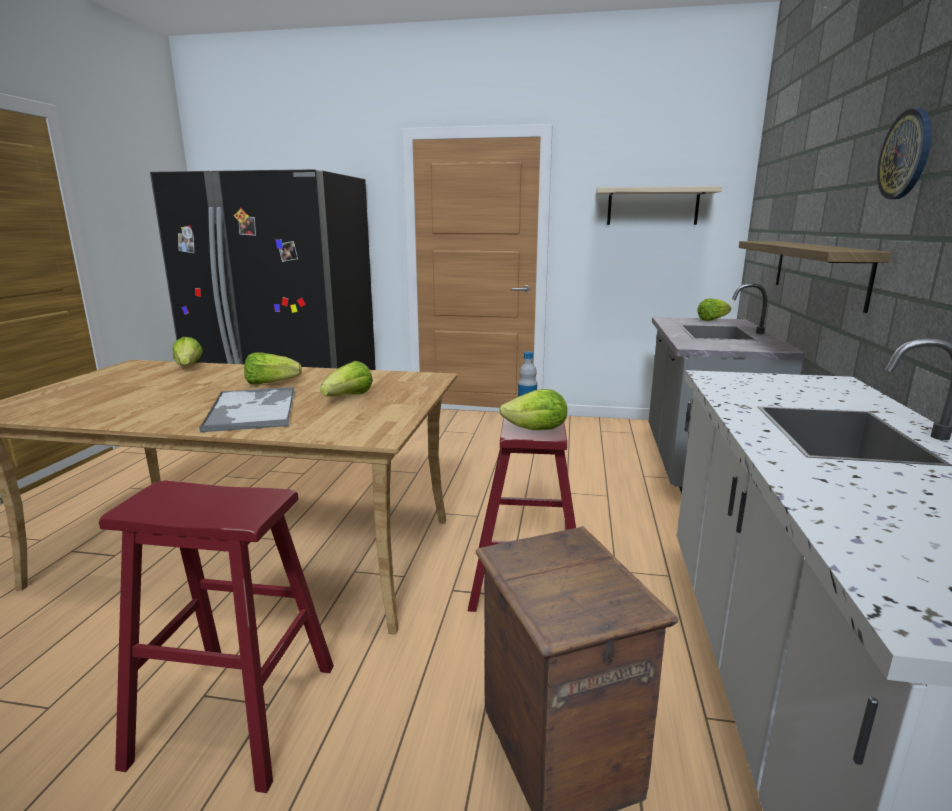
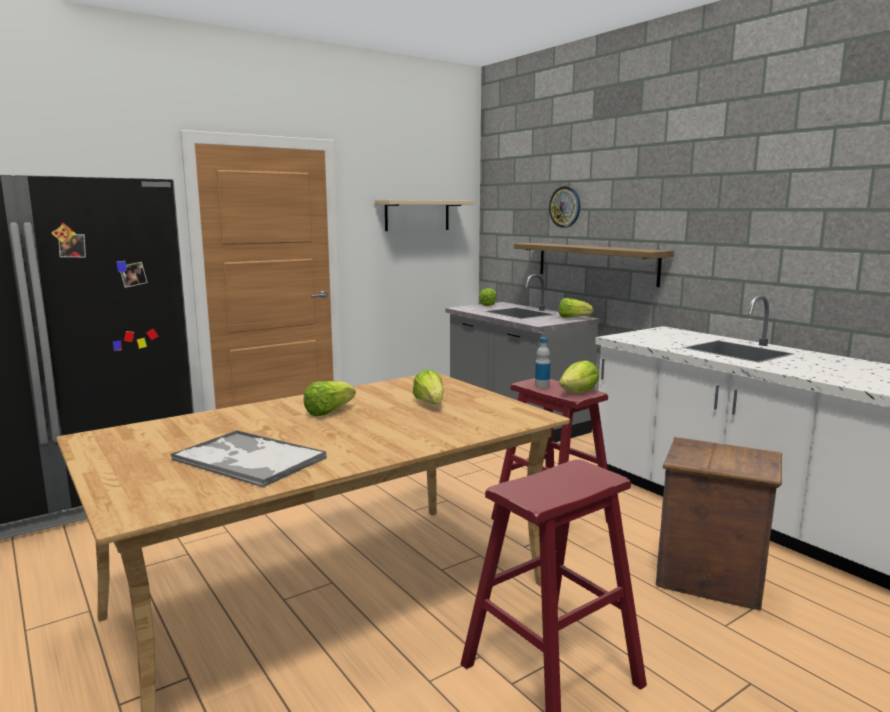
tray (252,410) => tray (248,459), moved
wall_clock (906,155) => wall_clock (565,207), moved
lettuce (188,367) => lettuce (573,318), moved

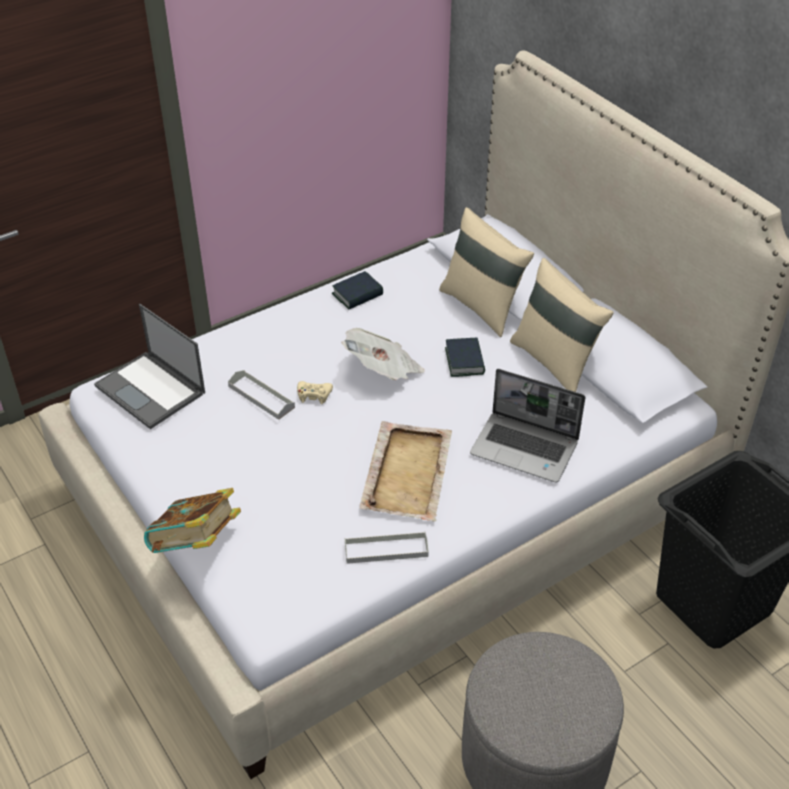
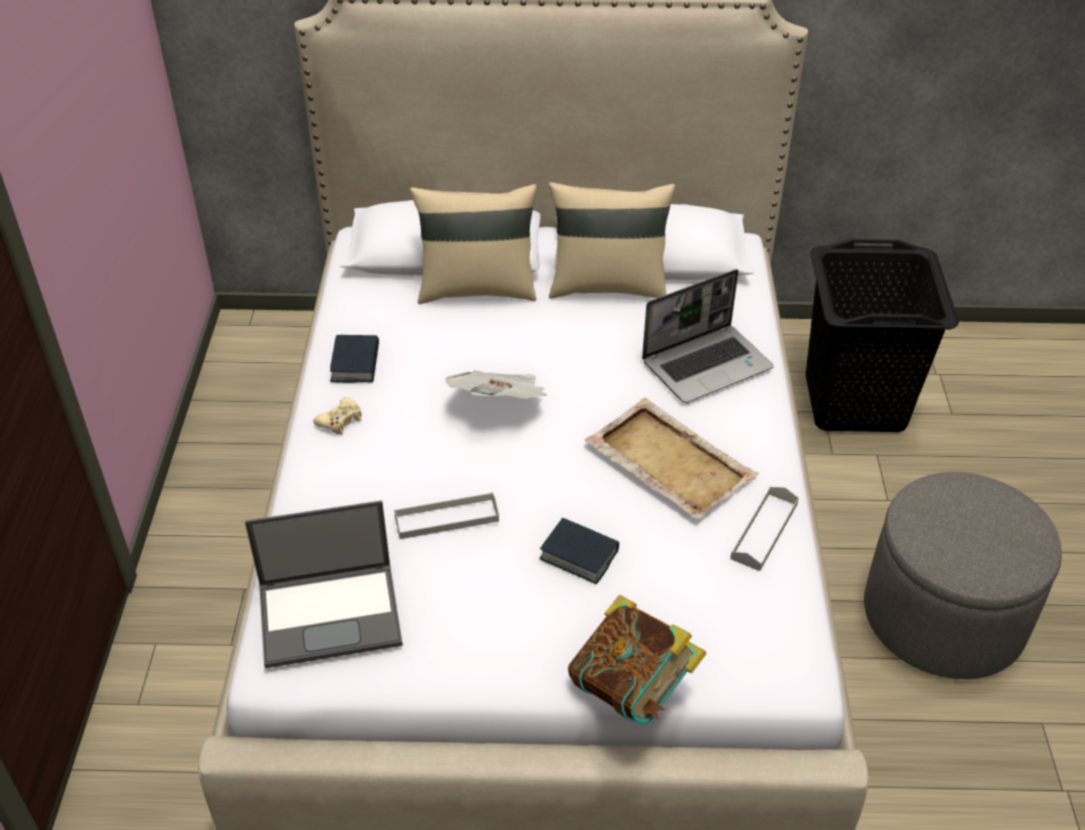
beige_game_controller (314,395) => beige_game_controller (340,421), moved
book (464,361) => book (579,555), moved

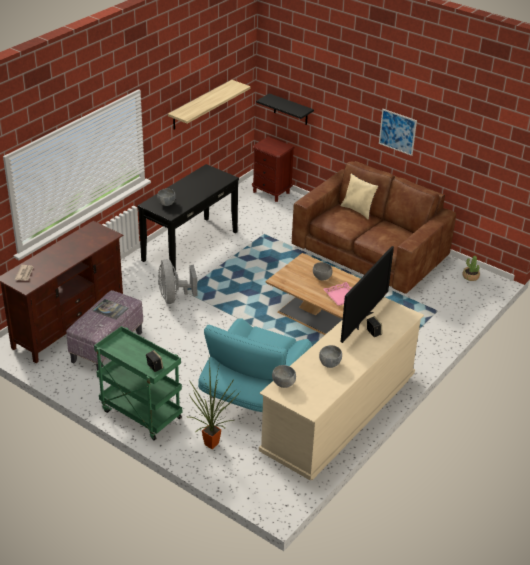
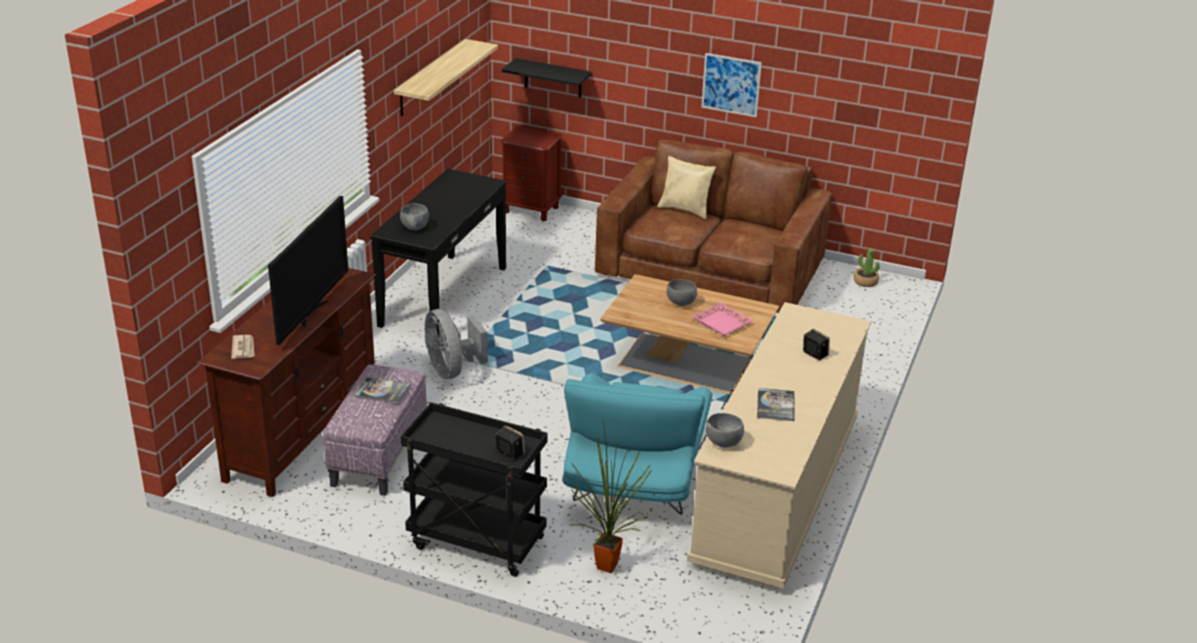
television (362,319) => television (311,312), moved
green_cart (140,414) => black_cart (475,543)
grey_bowl (329,364) => book (775,405)

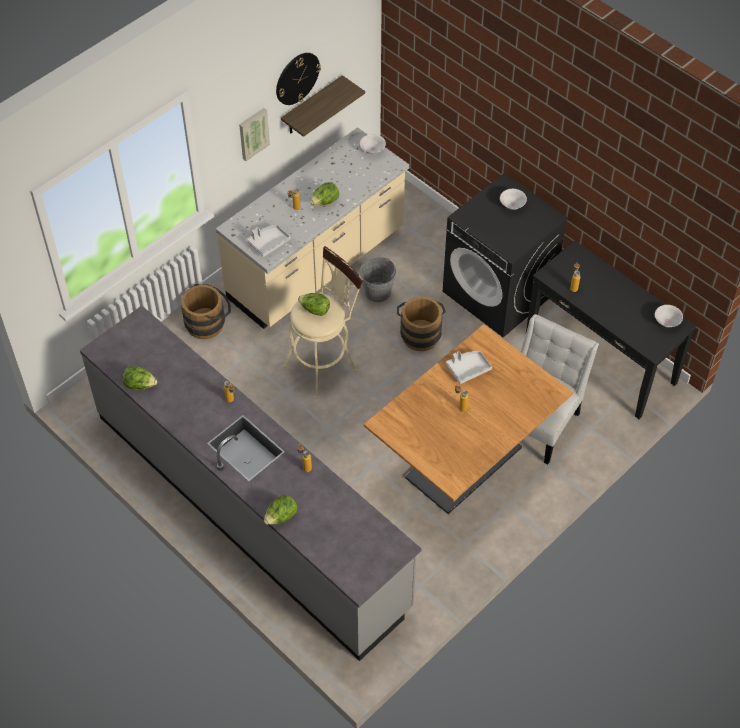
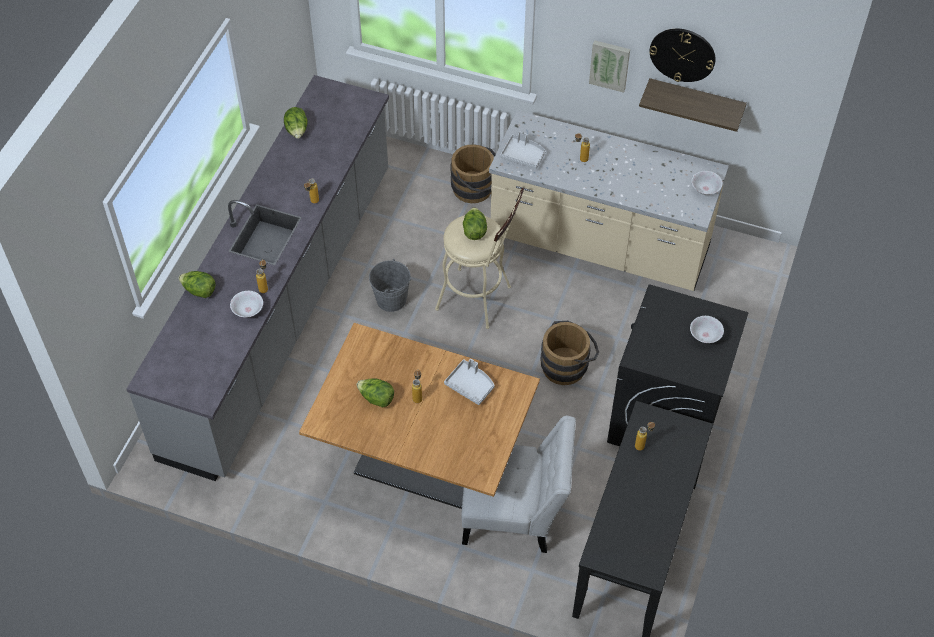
white_bowl (667,322) => white_bowl (248,311), moved
lettuce (325,202) => lettuce (376,398), moved
grey_bucket (377,292) => grey_bucket (391,299), moved

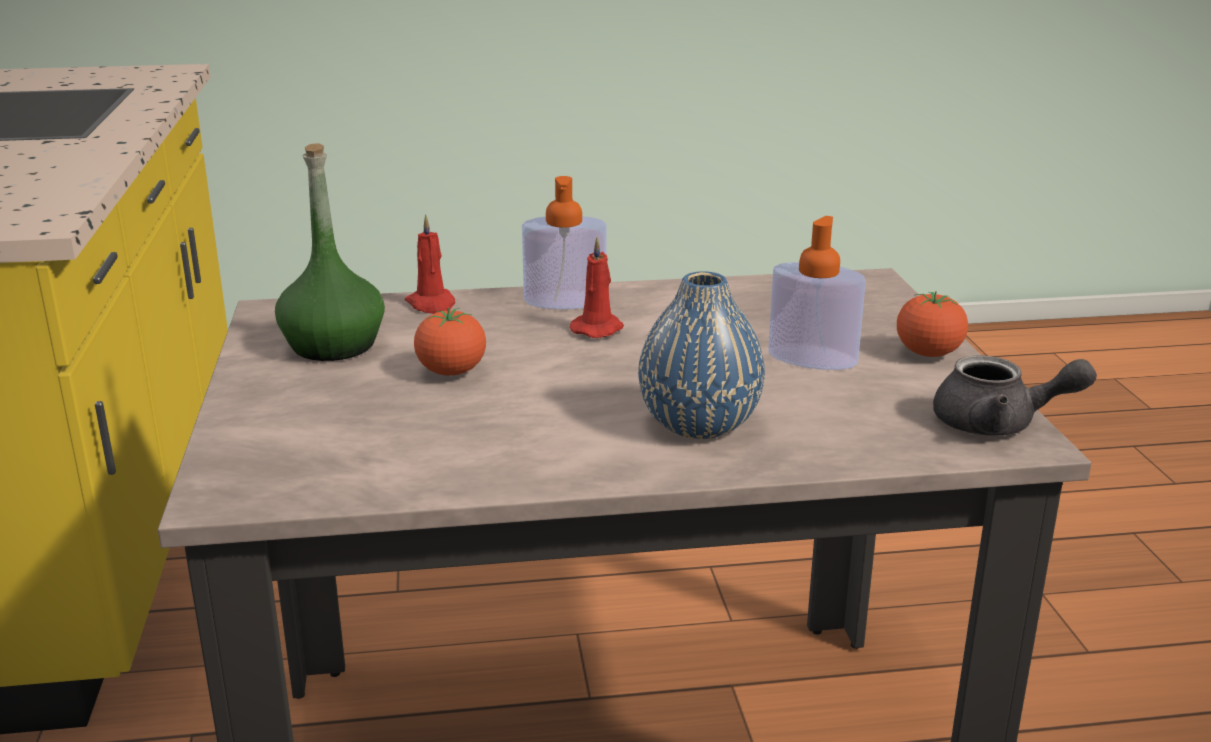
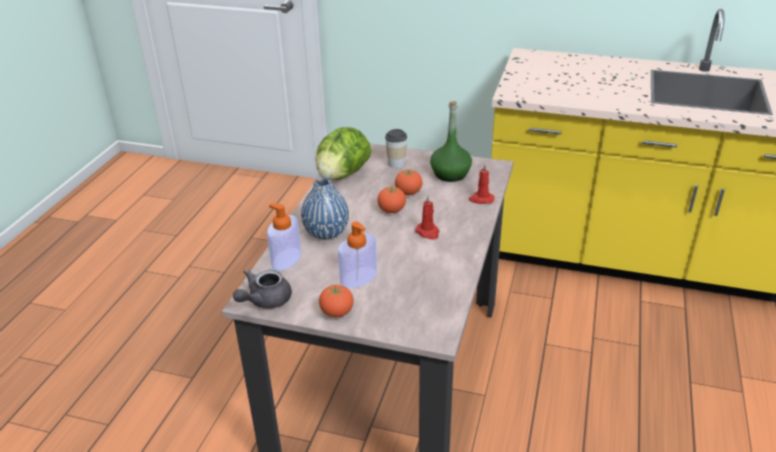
soap_dispenser (565,301) => soap_dispenser (286,259), moved
nothing => lettuce (342,175)
nothing => tomato (391,210)
nothing => cup (396,164)

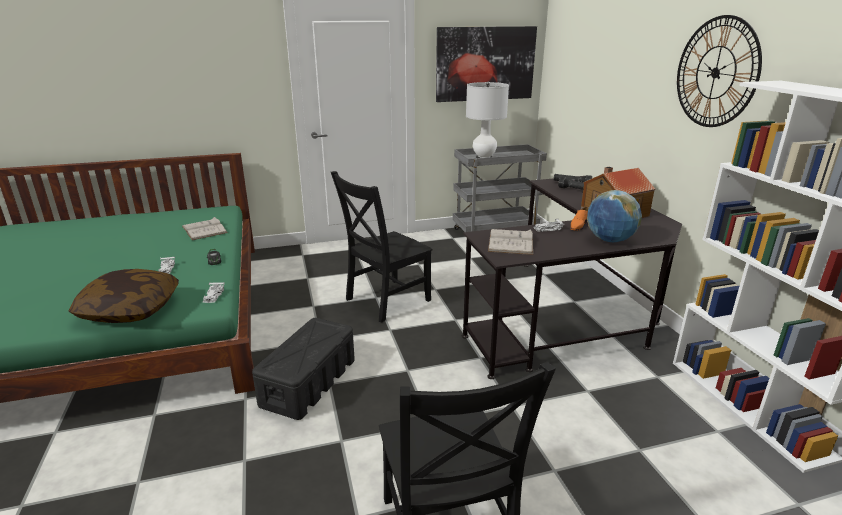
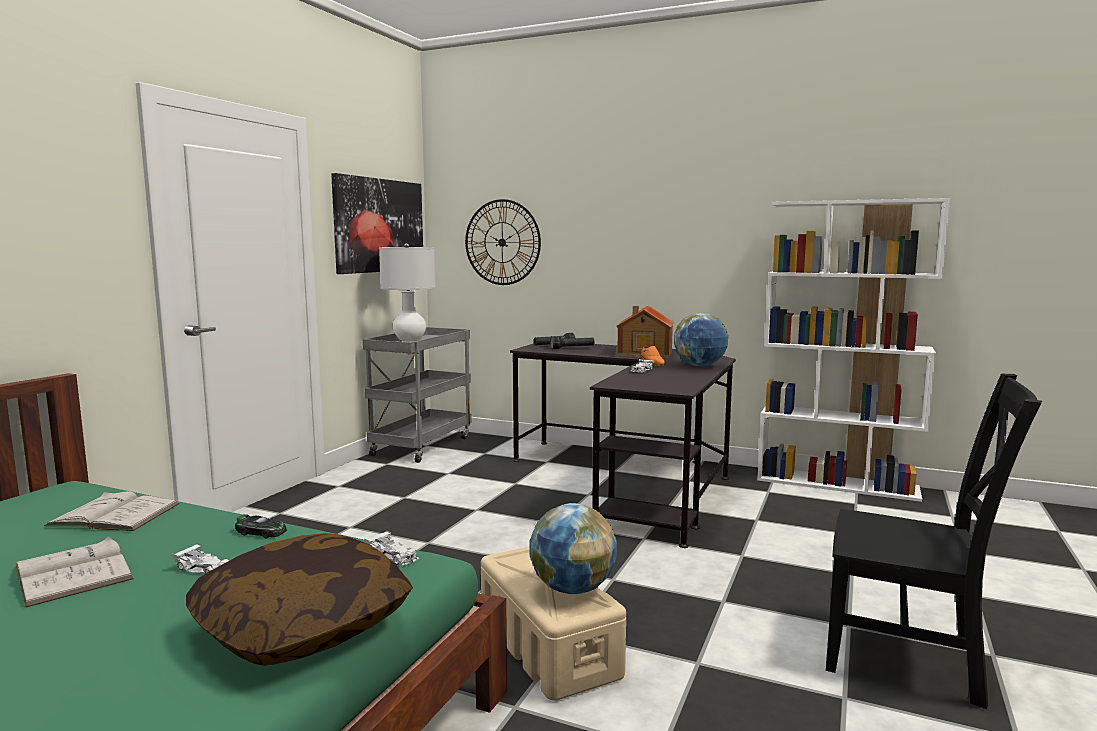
white_book (511,242) => white_book (73,572), moved
wall_clock (715,72) => wall_clock (502,242), moved
black_storage_box (309,382) => beige_storage_box (547,645)
nothing => globe (572,589)
black_chair (385,301) => nothing

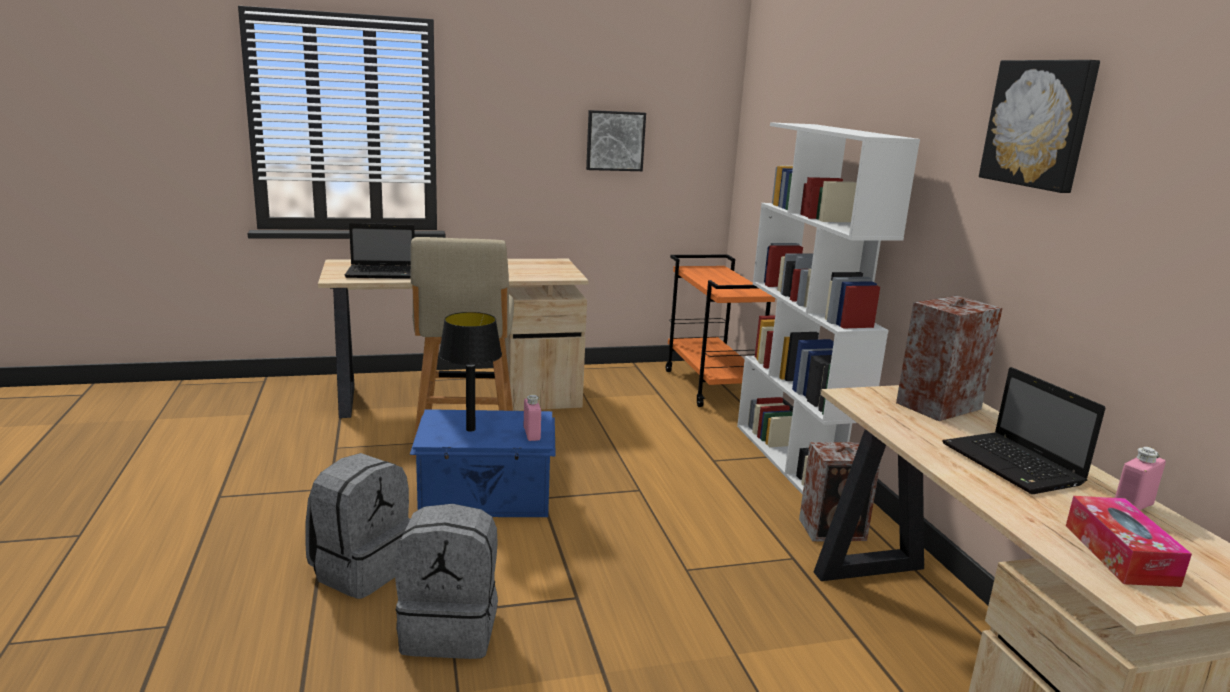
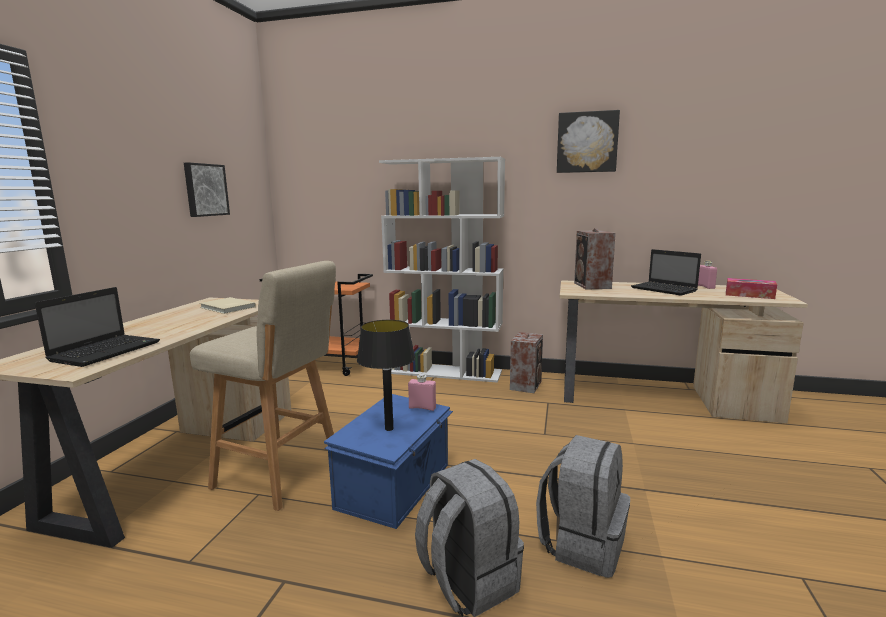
nothing => beige_book (227,307)
laptop (1014,465) => laptop (665,290), 45 degrees clockwise

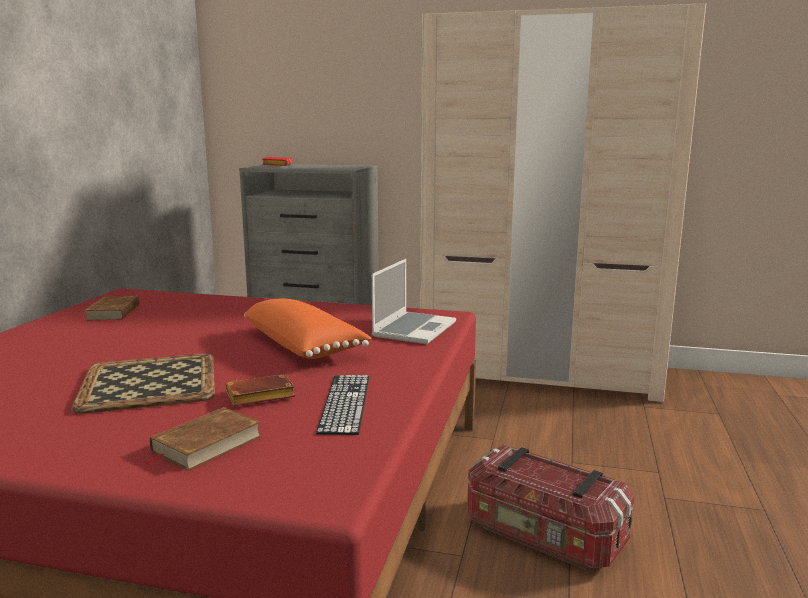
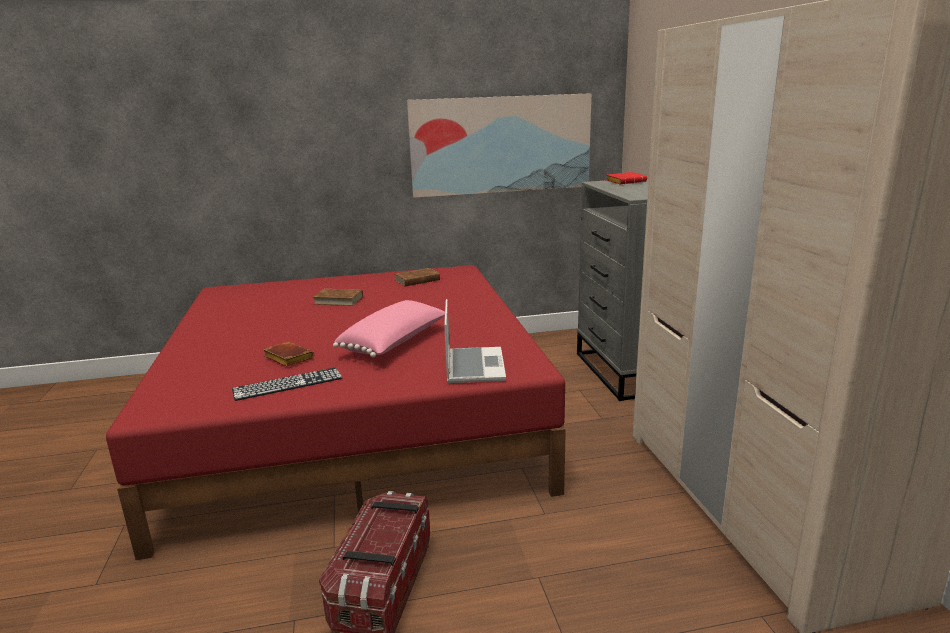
brown_book (206,444) => brown_book (338,300), moved
orange_pillow (304,346) => pink_pillow (395,343)
nothing => picture (501,145)
laptop (414,329) => laptop (473,366), 90 degrees counterclockwise
tray (150,383) => nothing

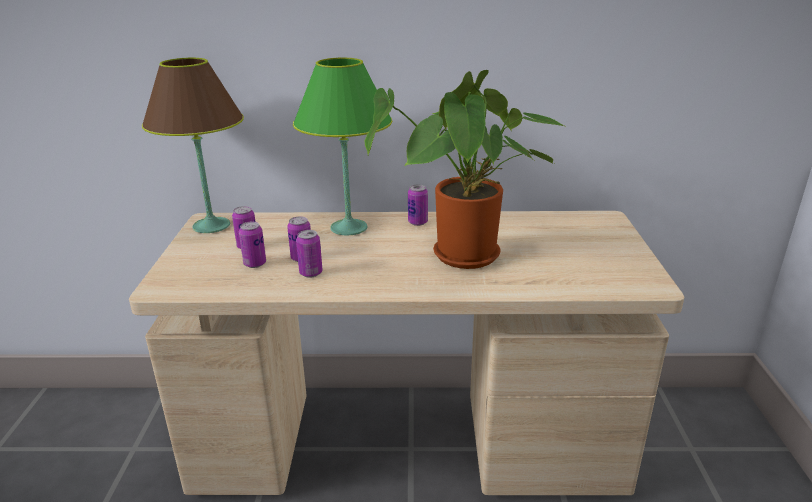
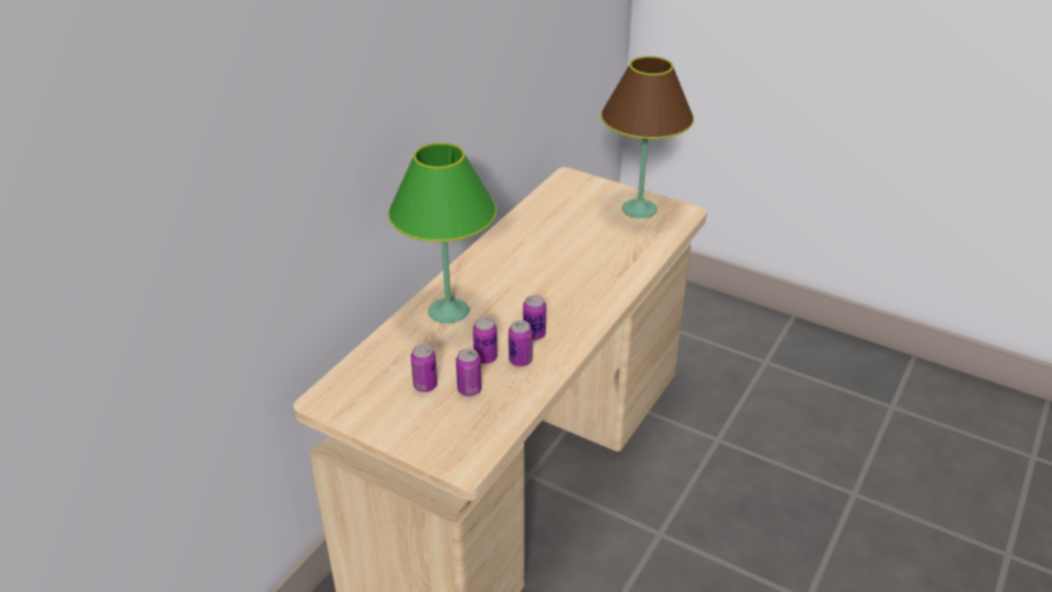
can (417,222) => can (534,334), moved
brown_table_lamp (211,226) => brown_table_lamp (639,209), moved
potted_plant (465,259) => nothing

